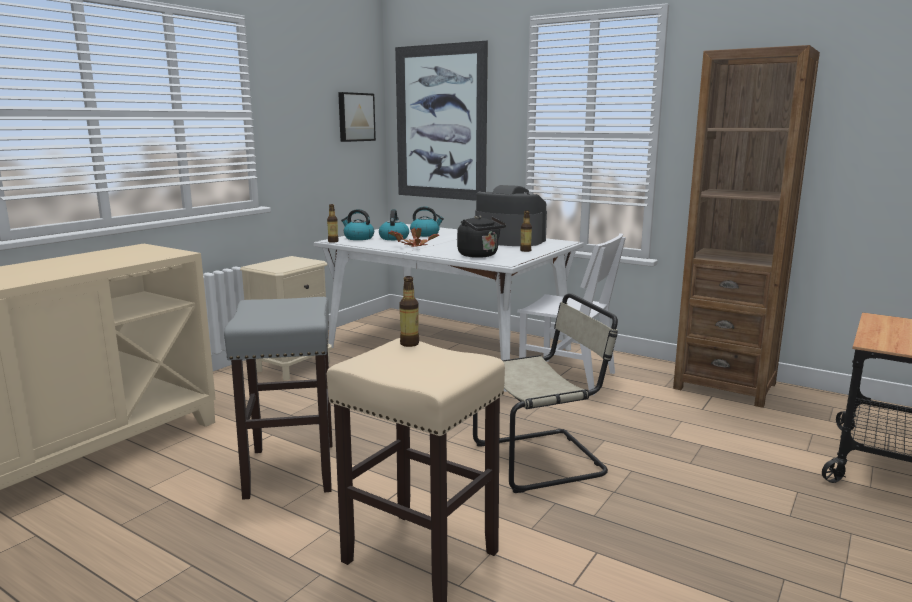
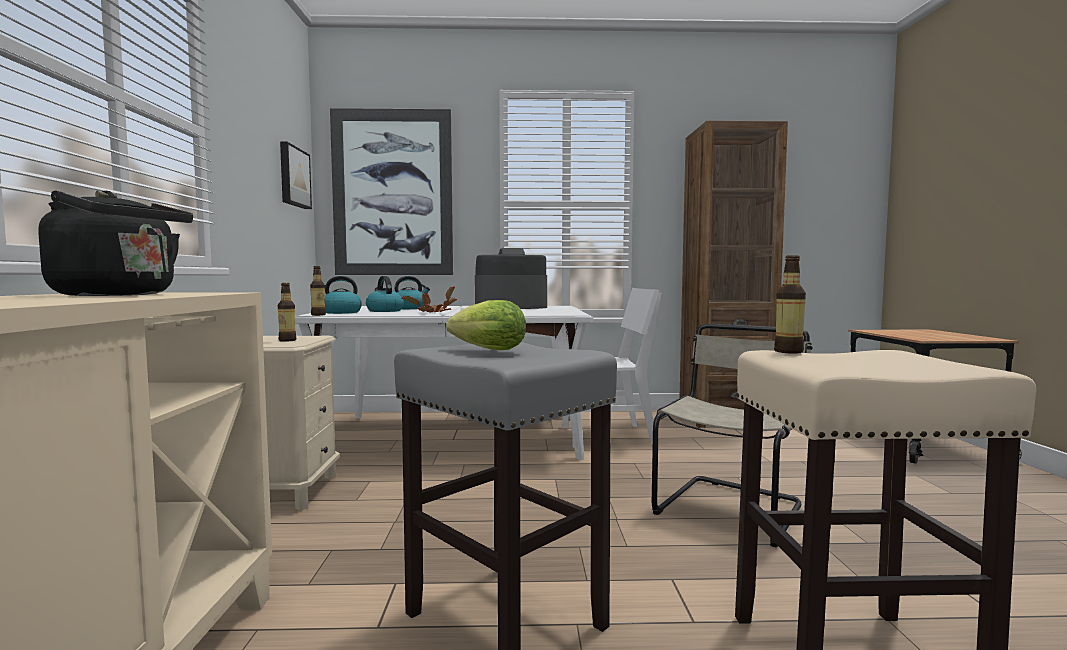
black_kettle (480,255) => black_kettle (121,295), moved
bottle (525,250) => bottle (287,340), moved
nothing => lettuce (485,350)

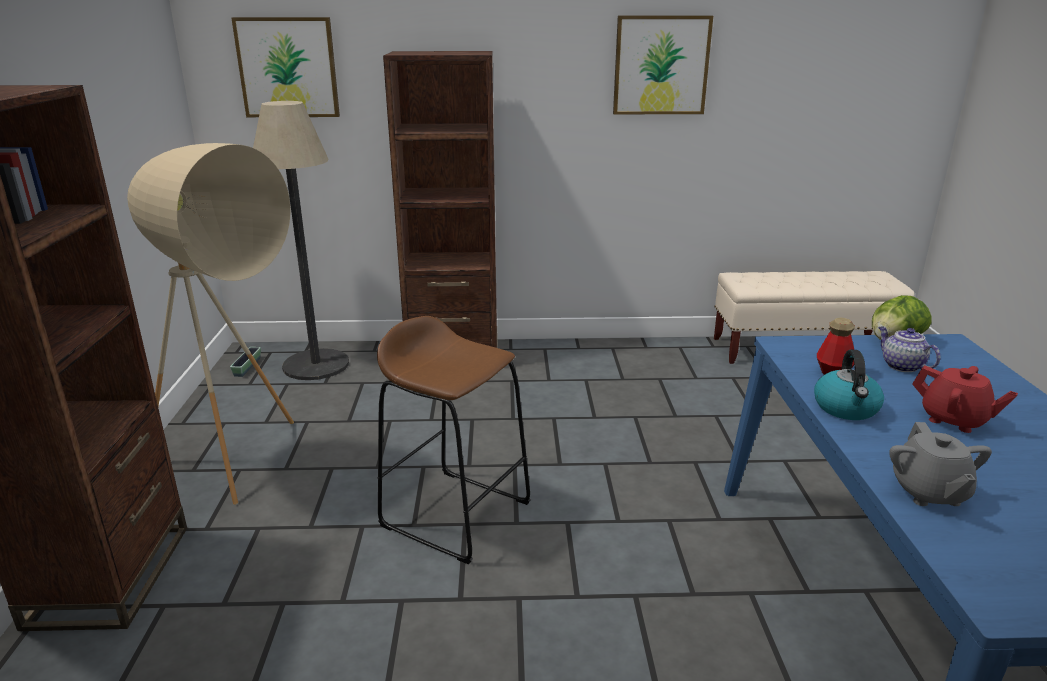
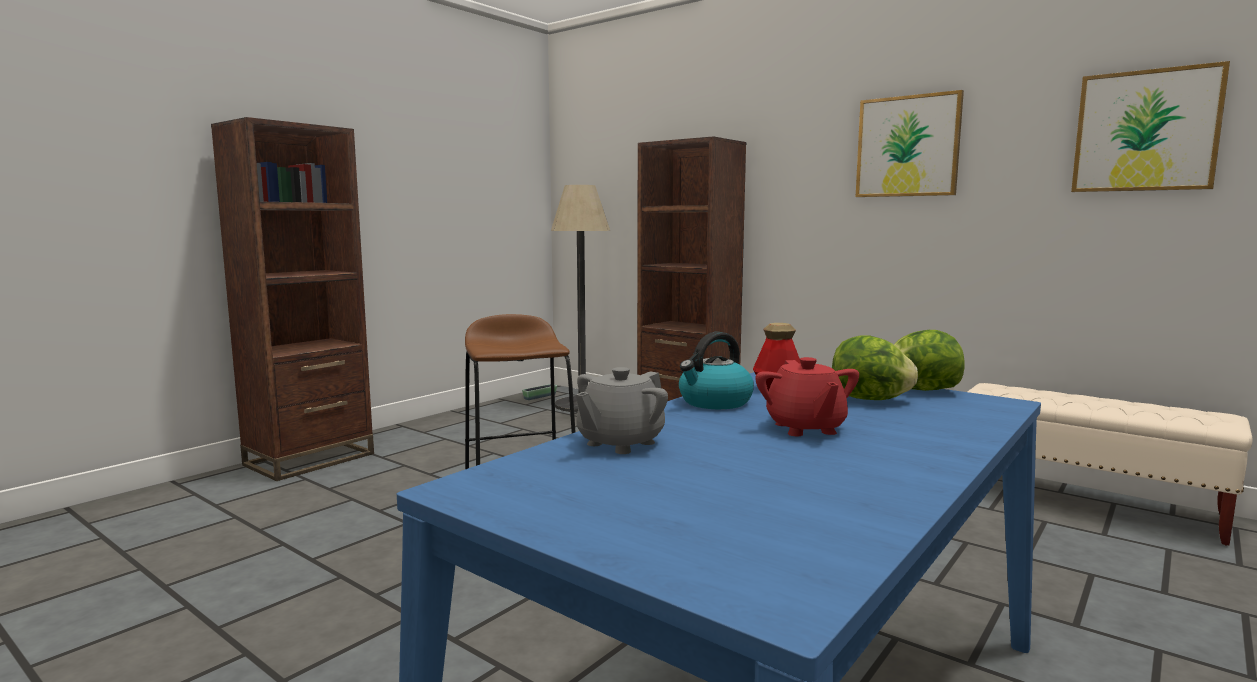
teapot (901,366) => lettuce (870,399)
picture (288,68) => picture (1146,131), moved
beige_floor_lamp (244,470) => nothing

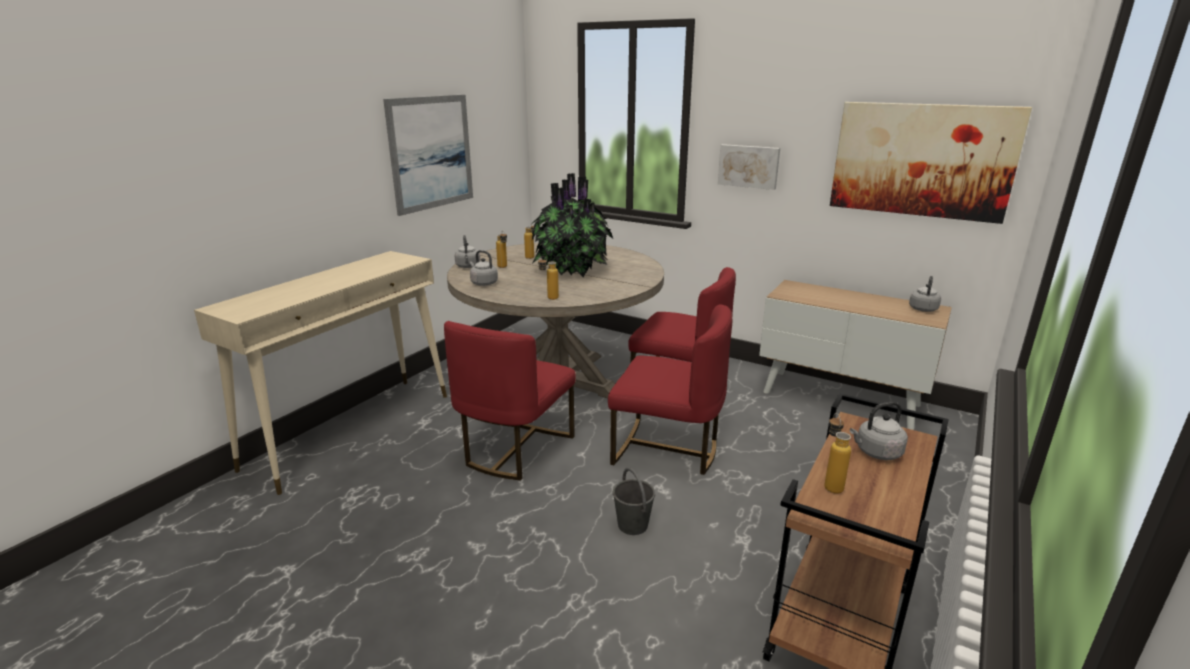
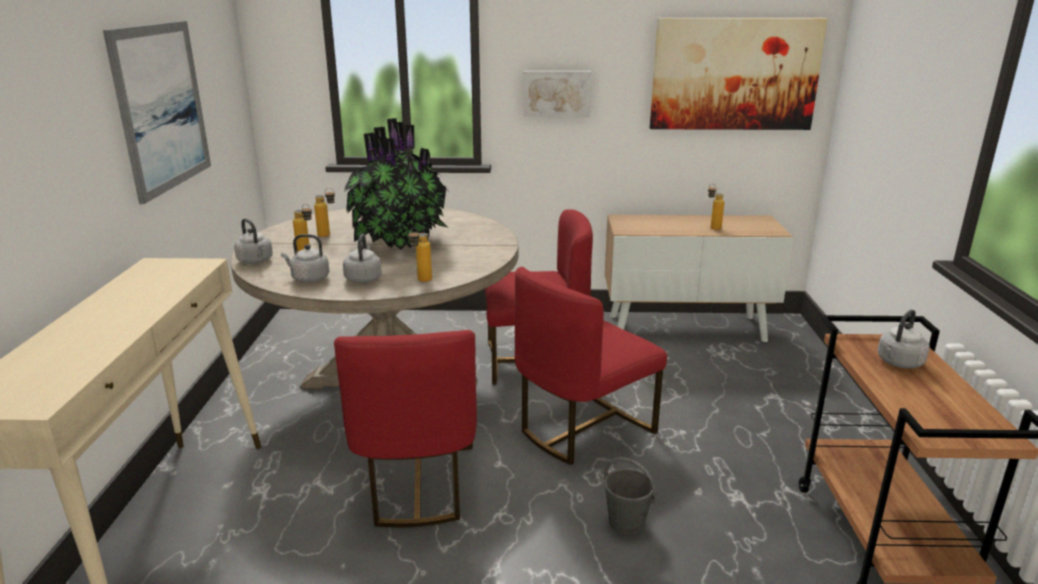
grey_kettle (923,308) => grey_kettle (363,278), moved
red_chair (666,449) => red_chair (582,428), 150 degrees clockwise
bottle (830,484) => bottle (712,227), moved

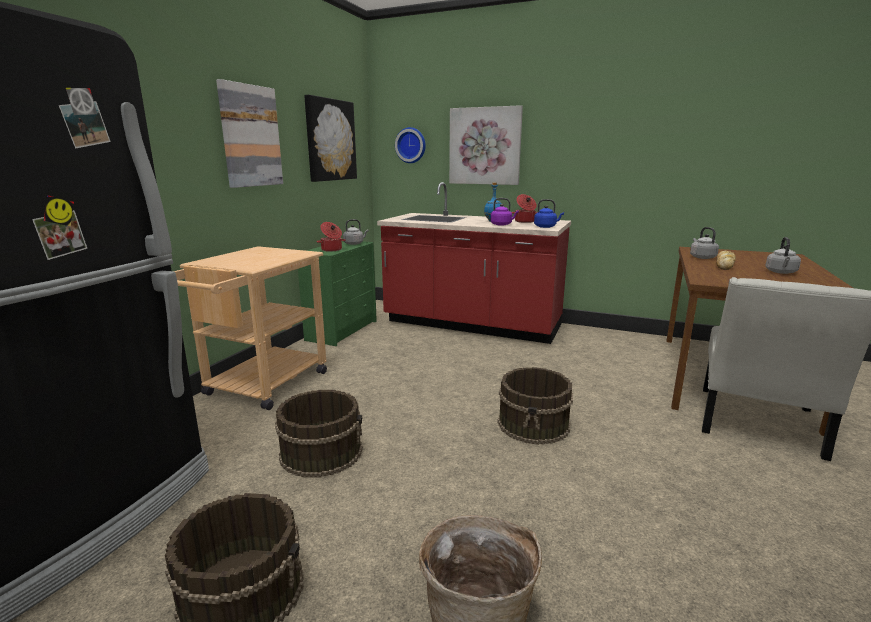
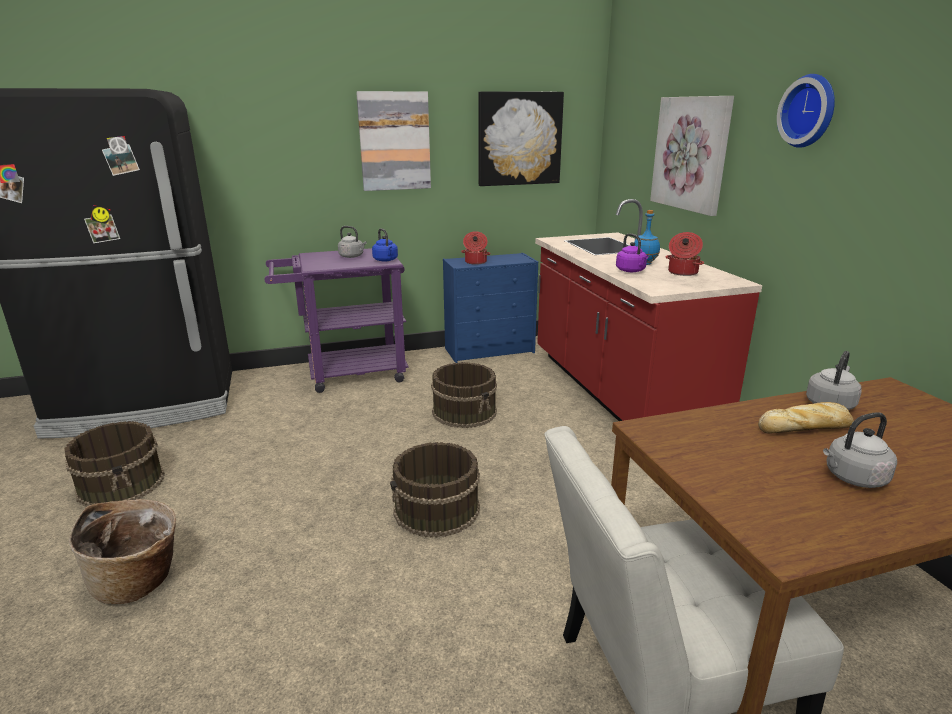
beige_cart (260,387) => purple_cart (346,374)
grey_kettle (354,243) => grey_kettle (352,256), moved
blue_kettle (546,227) => blue_kettle (386,260), moved
brown_bucket (321,452) => brown_bucket (465,411), moved
green_dresser (342,330) => blue_dresser (490,350)
wall_clock (411,145) => wall_clock (810,111), moved

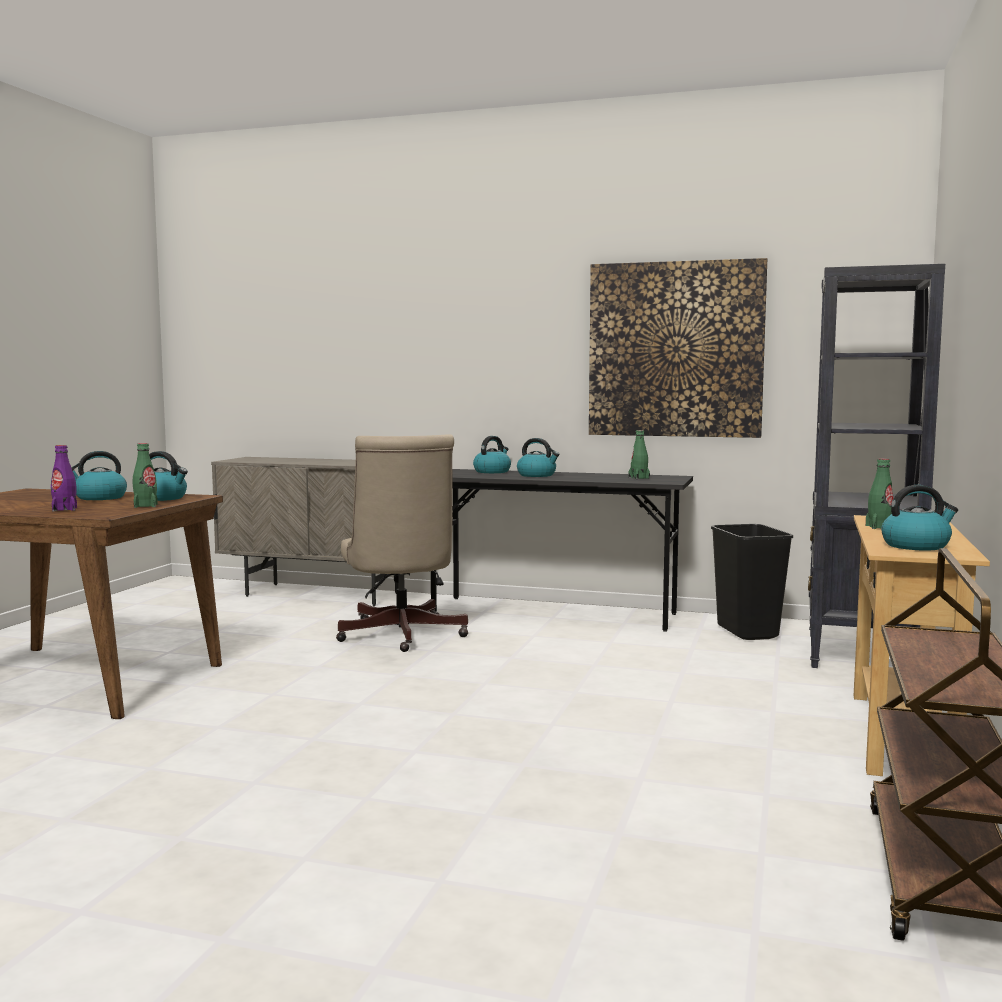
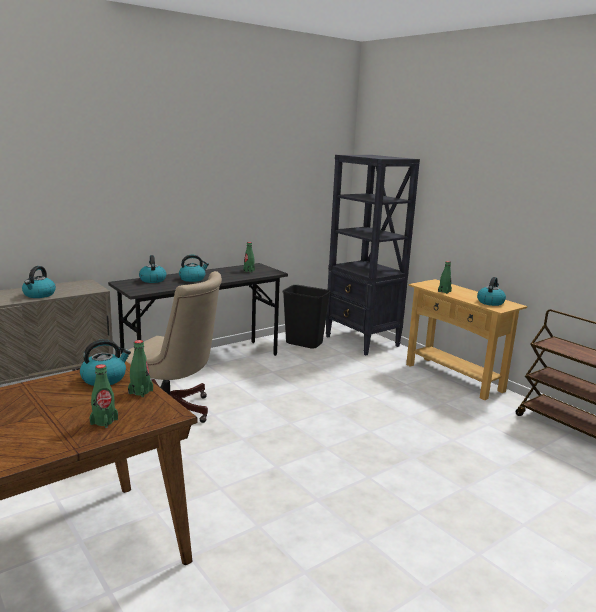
kettle (99,498) => kettle (39,295), moved
purple_bottle (64,509) => green_bottle (104,421)
picture (675,349) => nothing

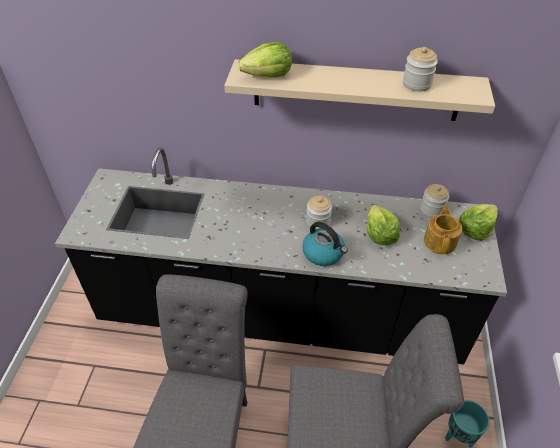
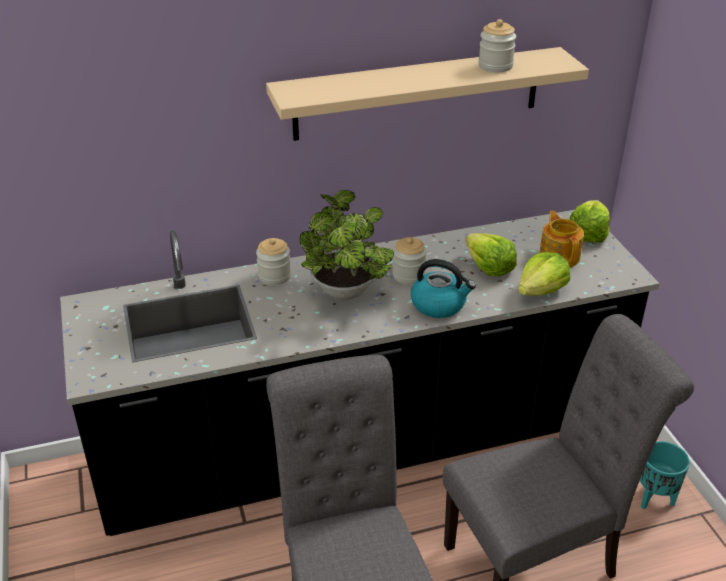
jar (432,210) => jar (274,276), moved
nothing => potted_plant (345,293)
lettuce (268,75) => lettuce (541,290), moved

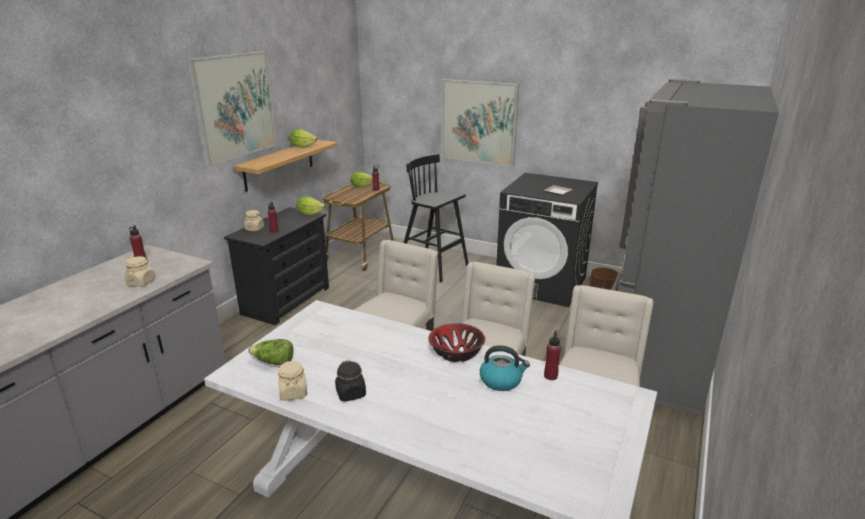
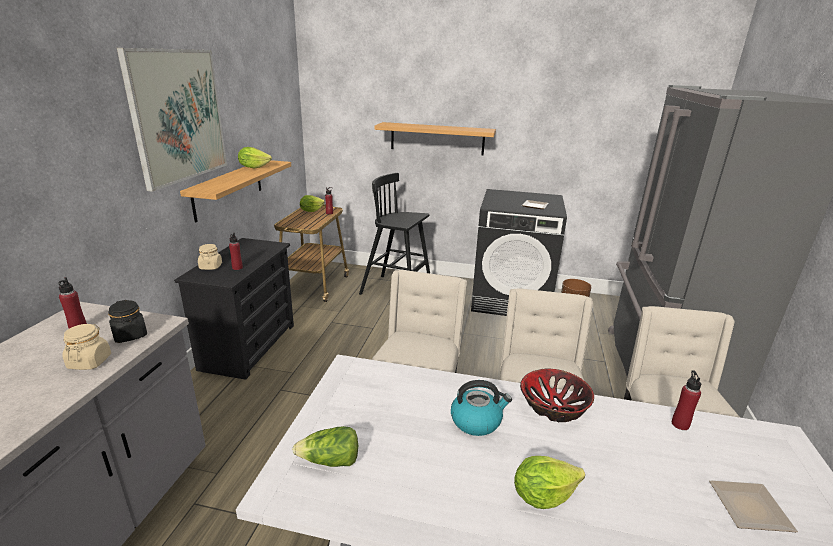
black_jar (351,393) => black_jar (130,335), moved
picture (478,122) => shelf (437,138)
kettle (501,380) => kettle (476,421), moved
lettuce (309,214) => lettuce (542,495), moved
nothing => plate (752,510)
beige_jar (293,392) => nothing

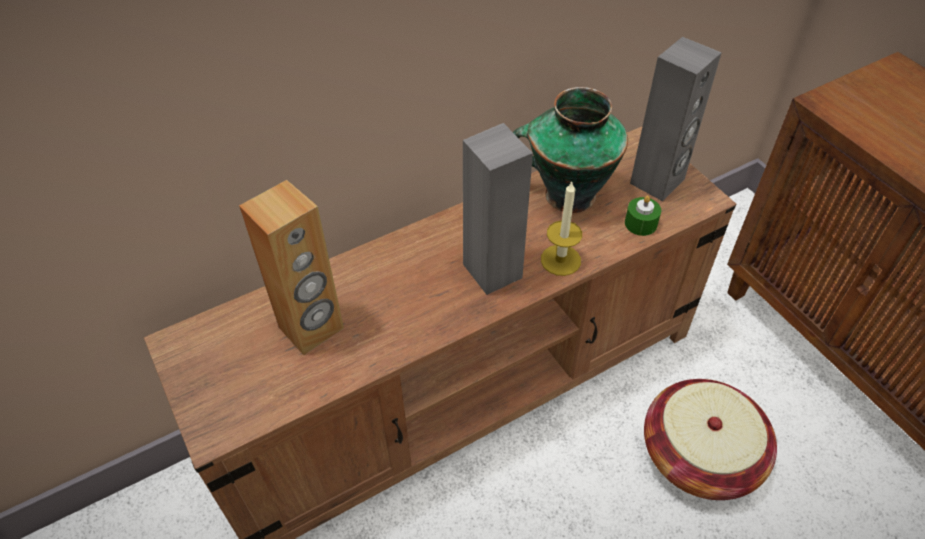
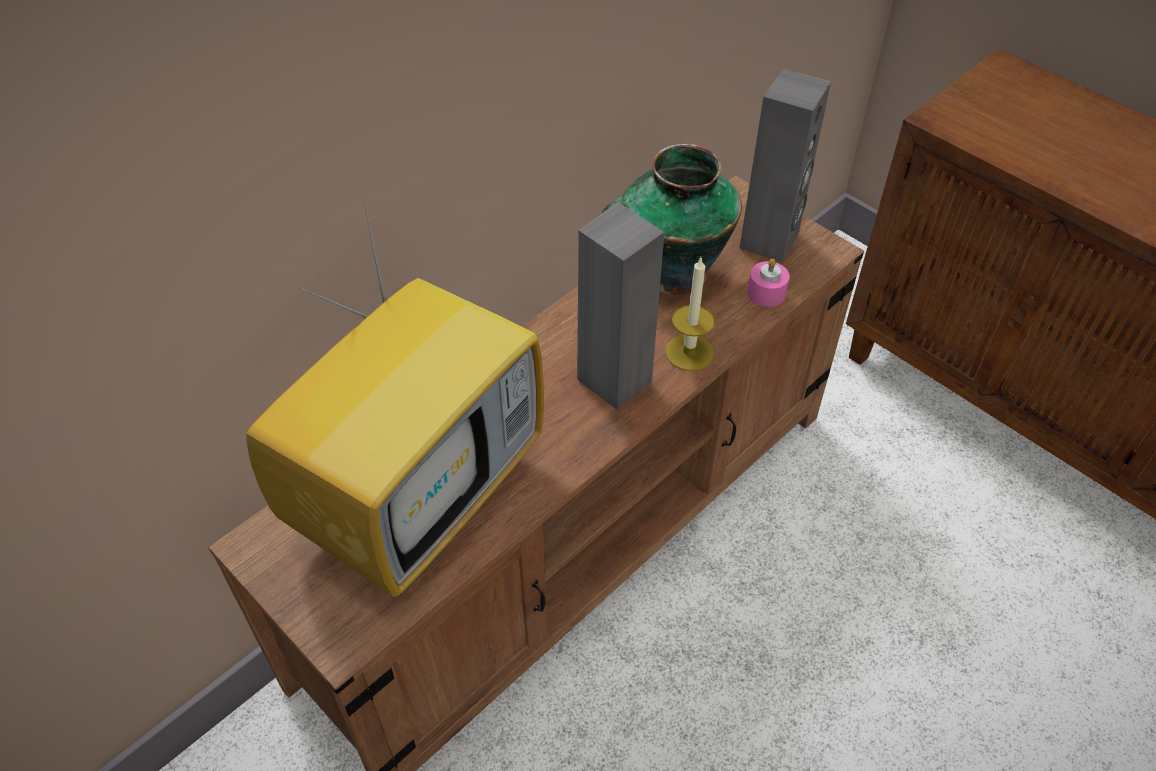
brown_speaker (312,328) => television (420,492)
green_candle (640,223) => pink_candle (766,293)
basket (700,455) => nothing

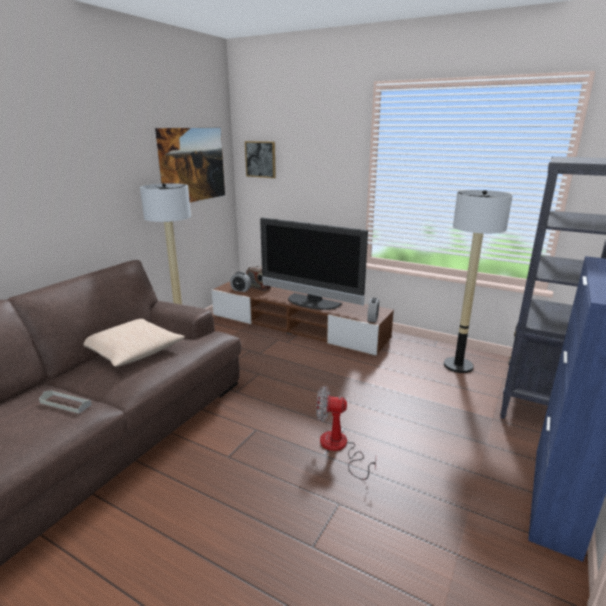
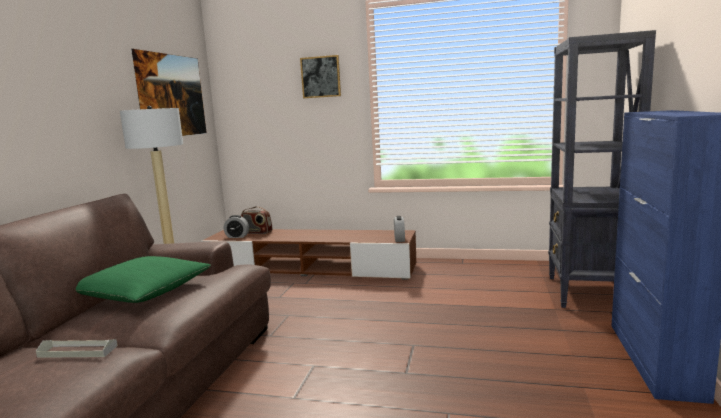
beige_pillow (133,351) => green_pillow (143,293)
picture (260,159) => picture (321,77), moved
television (311,303) => nothing
fan (339,448) => nothing
floor_lamp (458,365) => nothing

